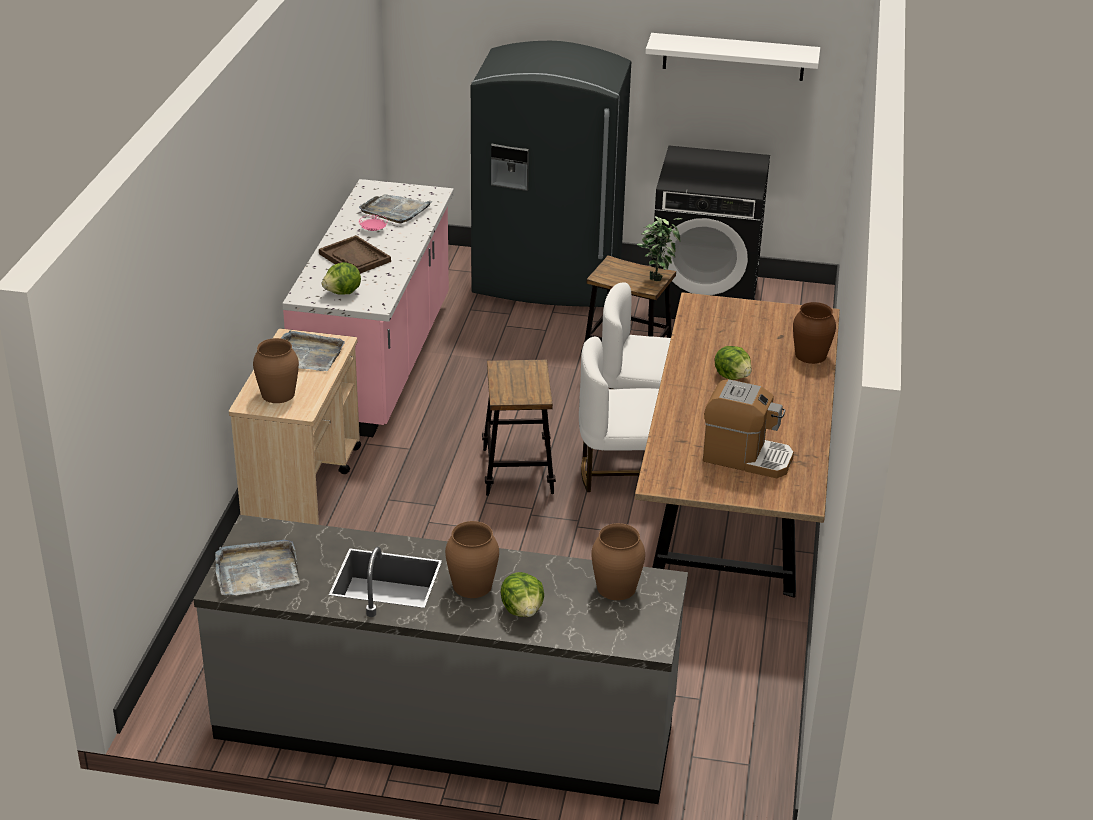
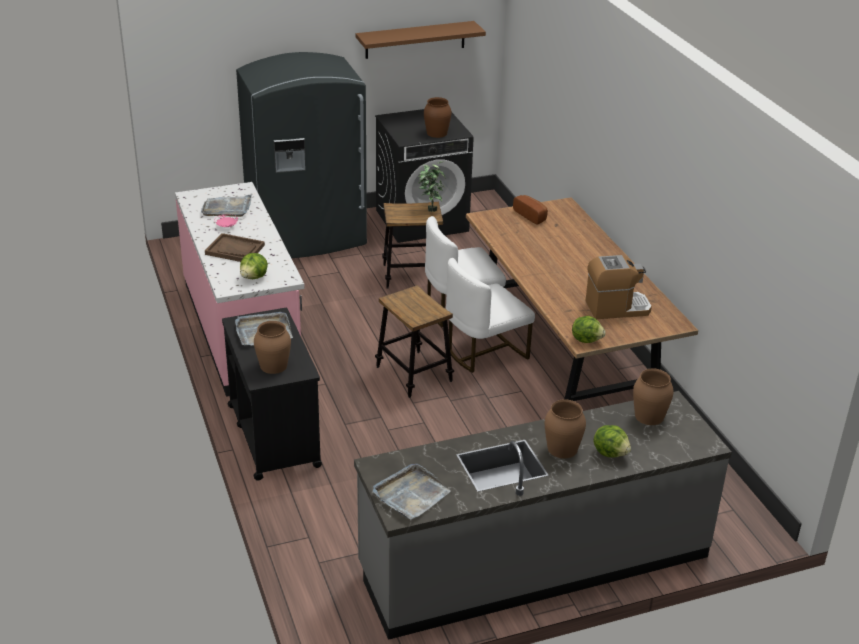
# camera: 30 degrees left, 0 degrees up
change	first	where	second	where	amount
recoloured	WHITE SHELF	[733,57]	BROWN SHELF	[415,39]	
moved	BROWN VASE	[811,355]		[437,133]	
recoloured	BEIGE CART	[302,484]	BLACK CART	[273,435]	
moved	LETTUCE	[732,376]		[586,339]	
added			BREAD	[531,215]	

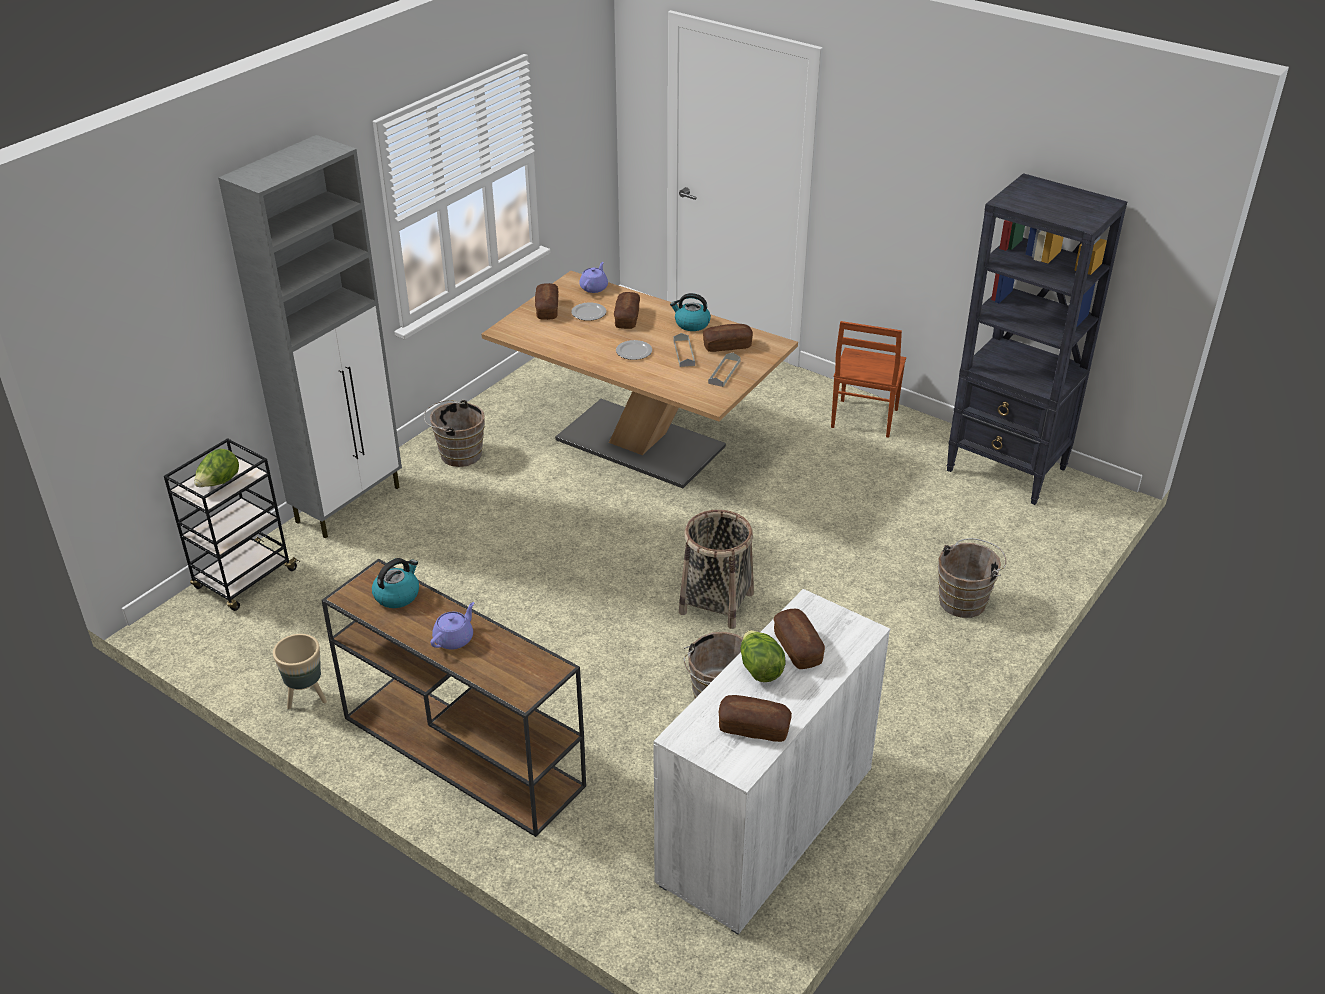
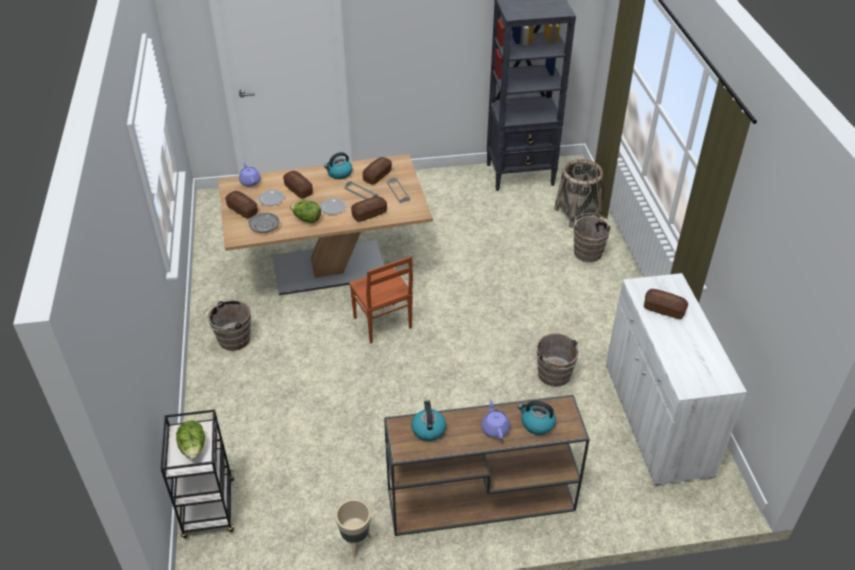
# camera: 45 degrees left, 5 degrees up
change	first	where	second	where	amount
removed	GREY CABINET	[349,504]			
moved	BROWN CHAIR	[863,419]		[382,324]	
moved	BASKET	[716,603]		[576,214]	
moved	LETTUCE	[760,669]		[306,219]	
moved	BREAD	[754,728]		[369,214]	
added			GREY PLATE	[264,226]	
added			KETTLE	[537,423]	

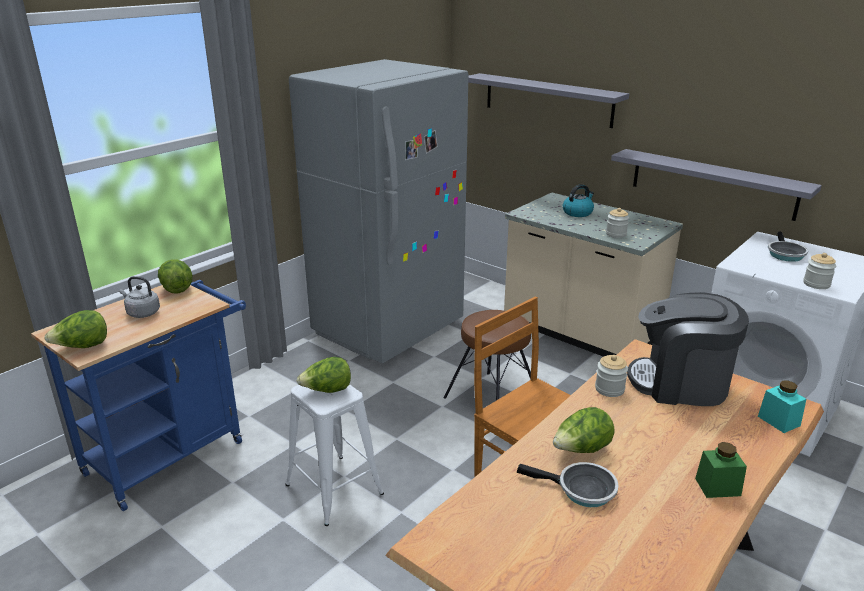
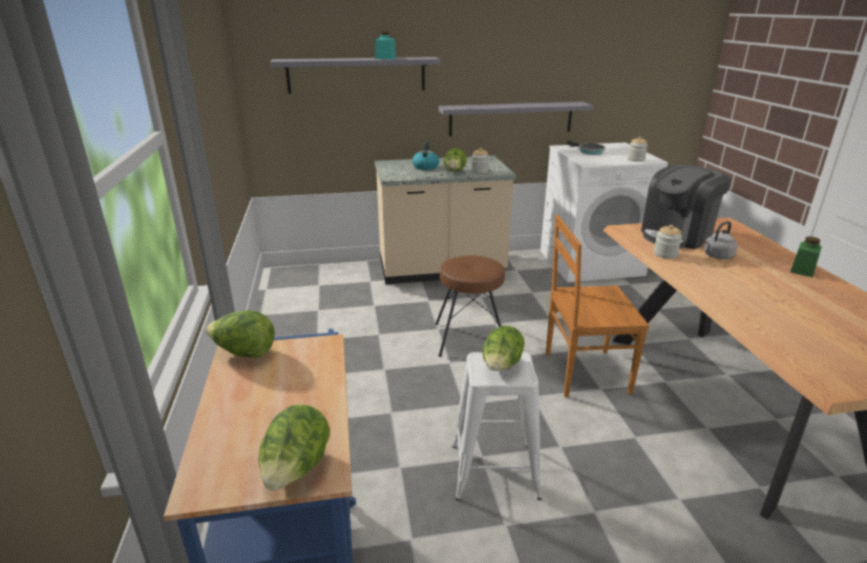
# camera: 50 degrees left, 0 degrees up
change	first	where	second	where	amount
removed	GREY FRIDGE	[388,328]			
moved	GREY KETTLE	[142,313]		[717,256]	
moved	TURQUOISE JAR	[778,421]		[385,58]	
moved	LETTUCE	[581,450]		[454,172]	
removed	FRYING PAN	[581,490]			

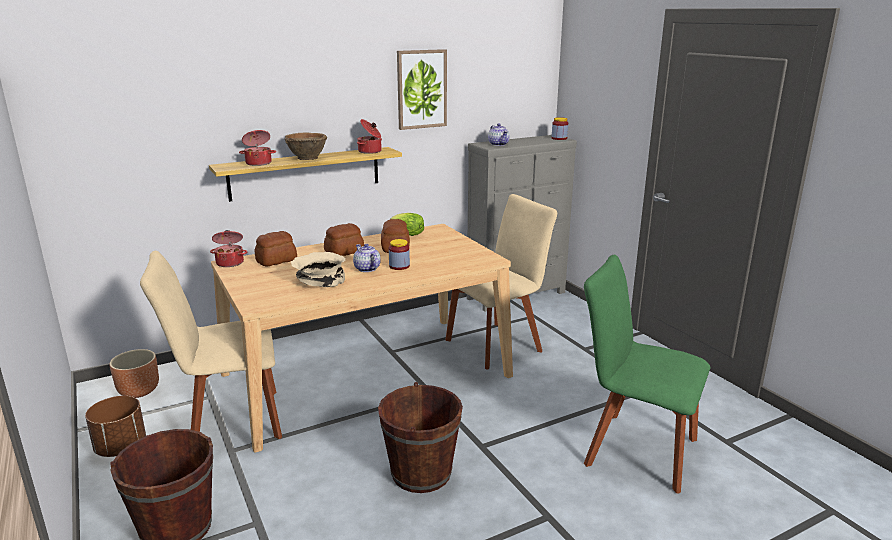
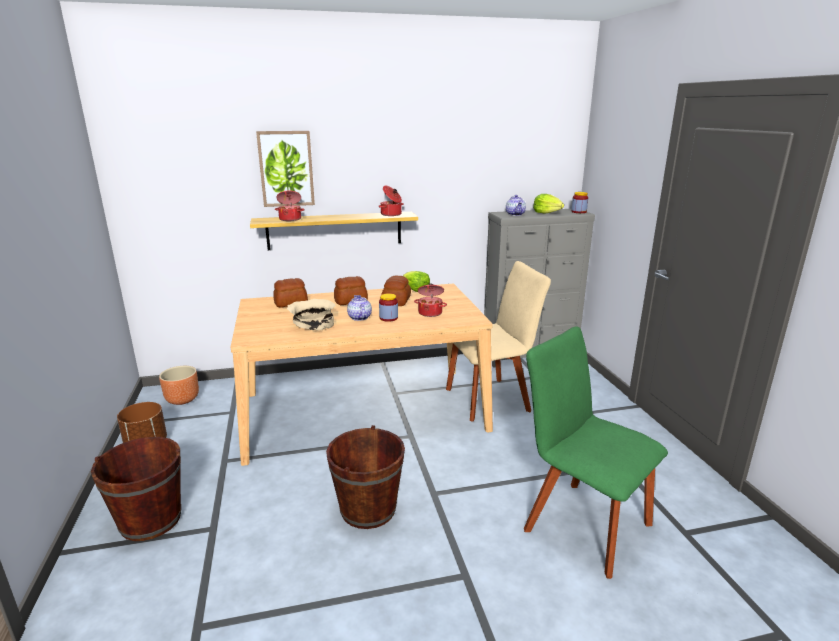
# camera: 15 degrees right, 0 degrees up
change	first	where	second	where	amount
moved	PICTURE	[421,89]		[286,169]	
removed	BROWN BOWL	[307,158]			
moved	COOKING POT	[230,262]		[430,313]	
removed	BEIGE CHAIR	[229,422]			
added			LETTUCE	[547,213]	

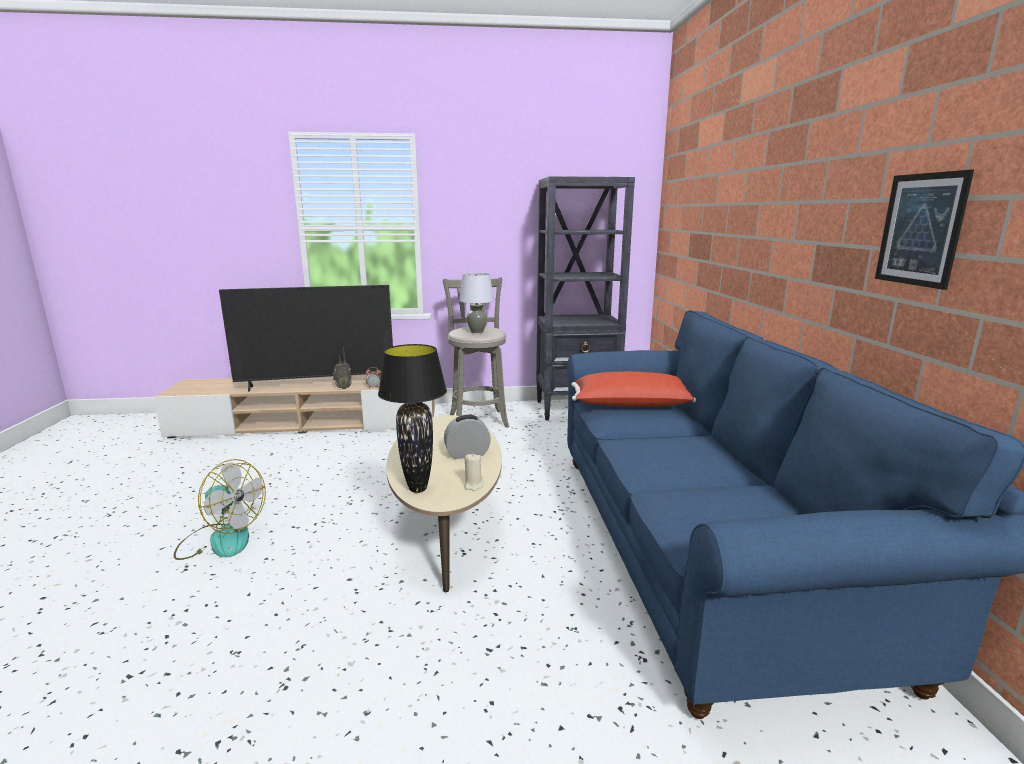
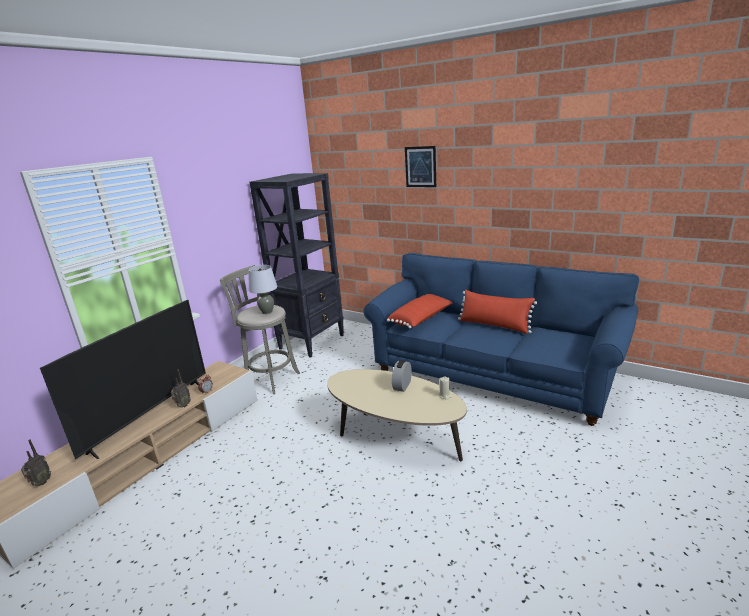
# camera: 50 degrees left, 5 degrees up
change	first	where	second	where	amount
moved	PICTURE	[920,229]		[420,167]	
removed	BLACK TABLE LAMP	[417,489]			
removed	FAN	[221,539]			
added			RED PILLOW	[494,325]	
added			RADIO	[40,483]	

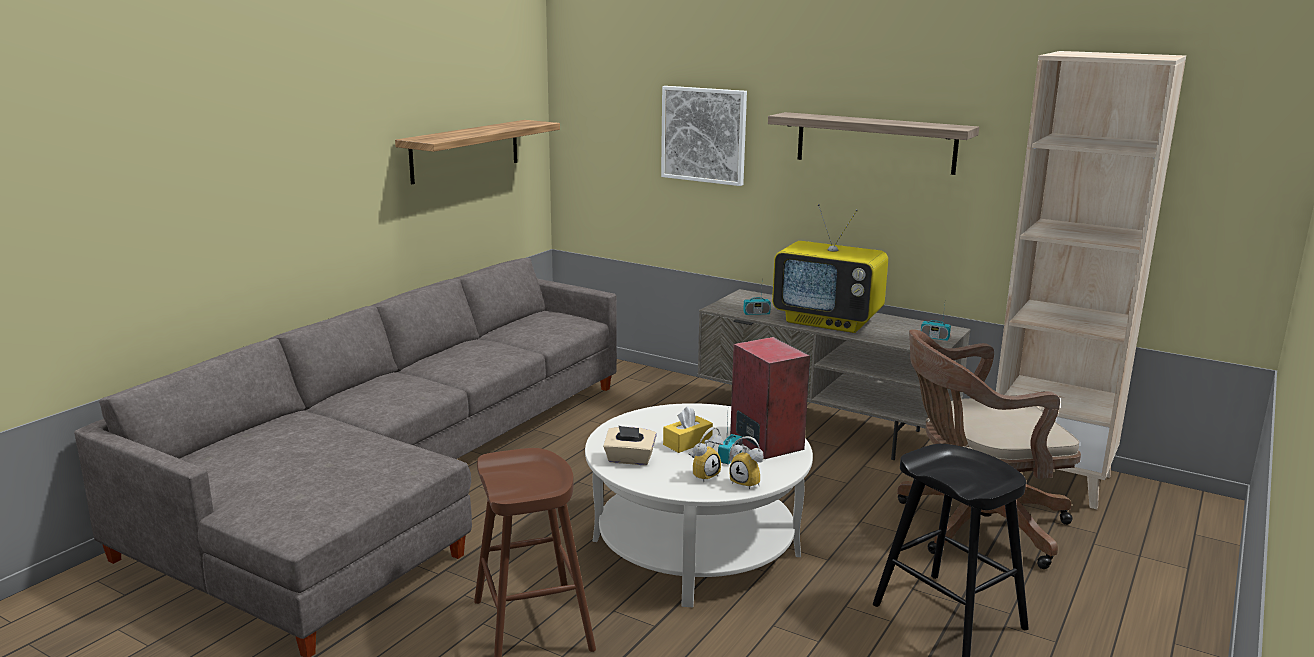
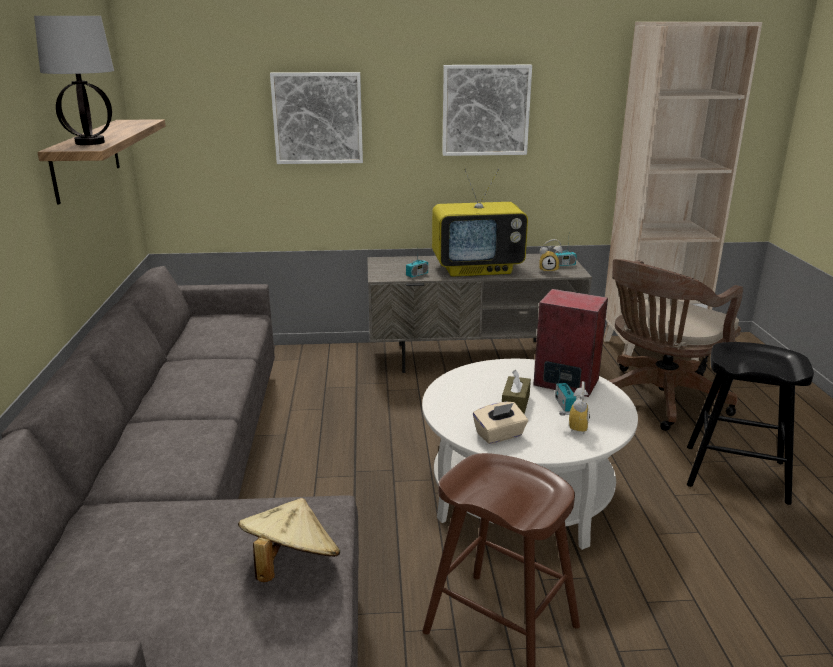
# camera: 35 degrees left, 5 degrees up
change	first	where	second	where	amount
replaced	SHELF	[875,143]	PICTURE	[485,110]	
recoloured	YELLOW TISSUE BOX	[687,443]	BROWN TISSUE BOX	[515,403]	
moved	ALARM CLOCK	[748,483]		[549,270]	
added			TABLE LAMP	[91,143]	
added			BEIGE HAT	[291,564]	

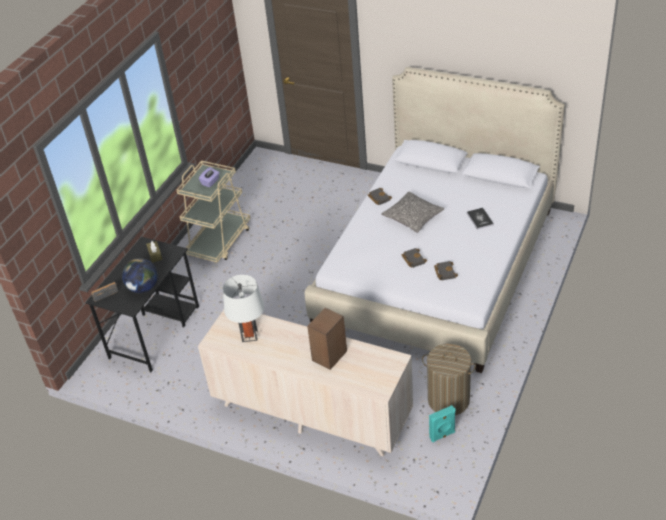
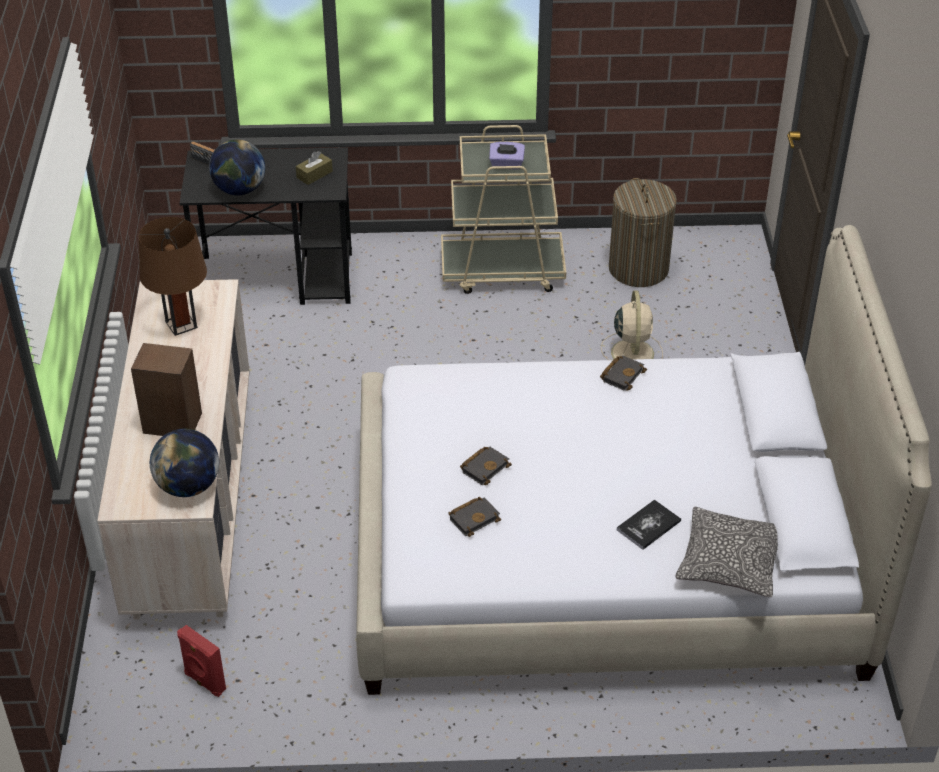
# camera: 60 degrees right, 0 degrees up
change	first	where	second	where	amount
moved	PILLOW	[413,217]		[729,562]	
recoloured	WHITE TABLE LAMP	[249,335]	BROWN TABLE LAMP	[181,324]	
moved	LAUNDRY BASKET	[448,400]		[638,269]	
recoloured	TURQUOISE SPEAKER	[442,435]	RED SPEAKER	[204,682]	
added			BEIGE FAN	[632,352]	
added			GLOBE	[188,486]	

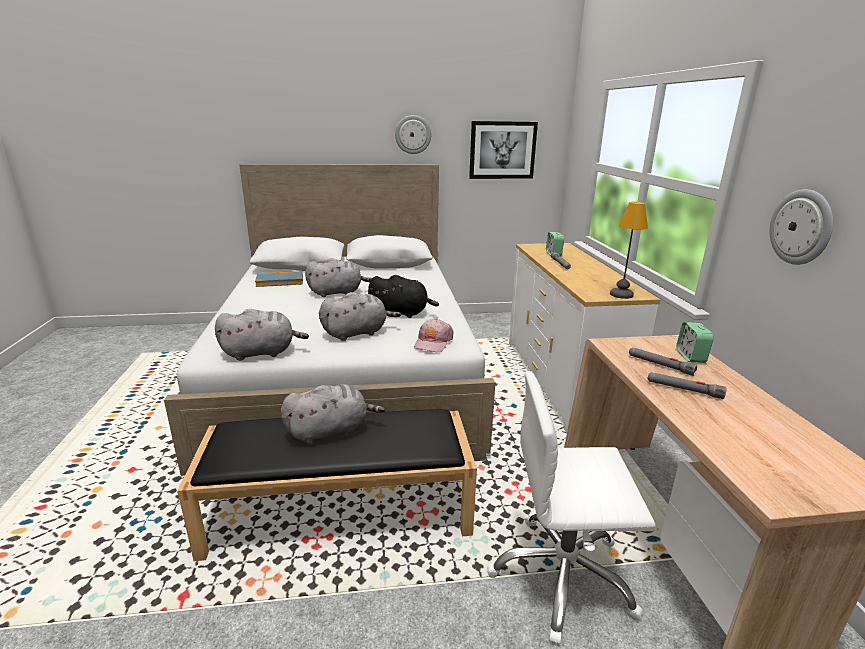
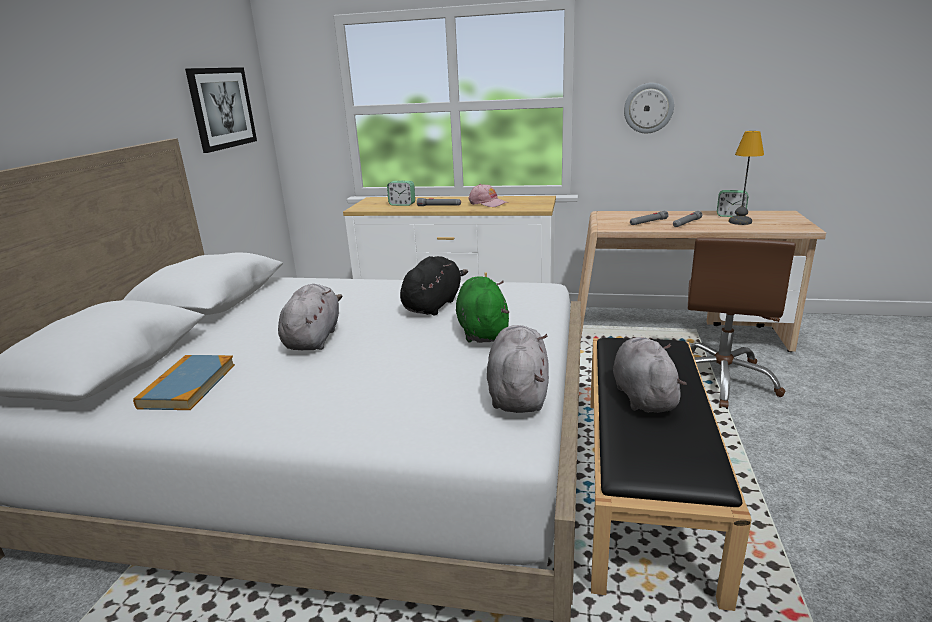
# camera: 70 degrees left, 0 degrees up
change	first	where	second	where	amount
removed	WALL CLOCK	[413,134]			
moved	TABLE LAMP	[620,294]		[739,222]	
recoloured	GREY PLUSH TOY	[357,333]	GREEN PLUSH TOY	[482,331]	
moved	PINK CAP	[433,342]		[487,203]	
moved	ALARM CLOCK	[690,357]		[730,215]	
recoloured	WHITE OFFICE CHAIR	[562,576]	BROWN OFFICE CHAIR	[721,380]	

